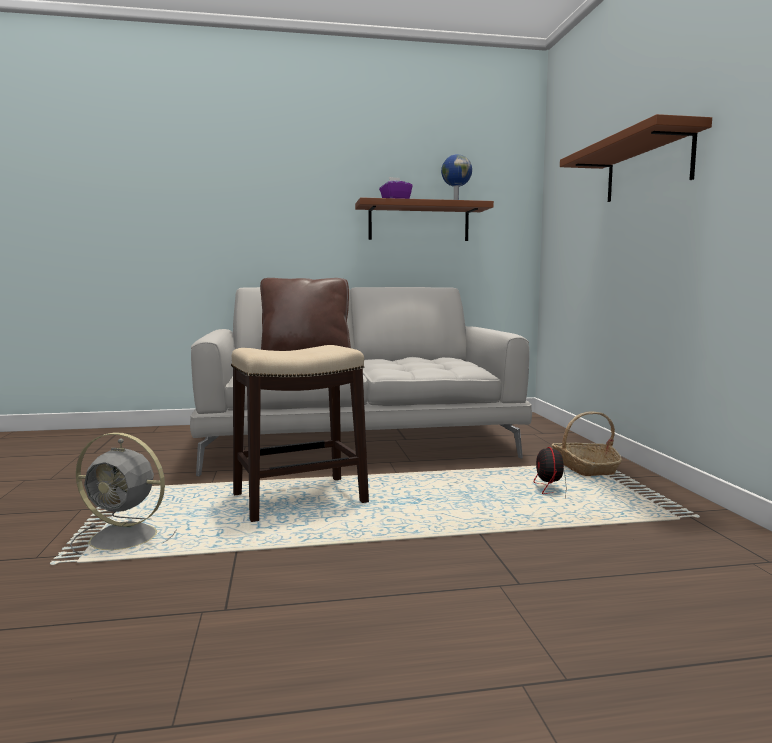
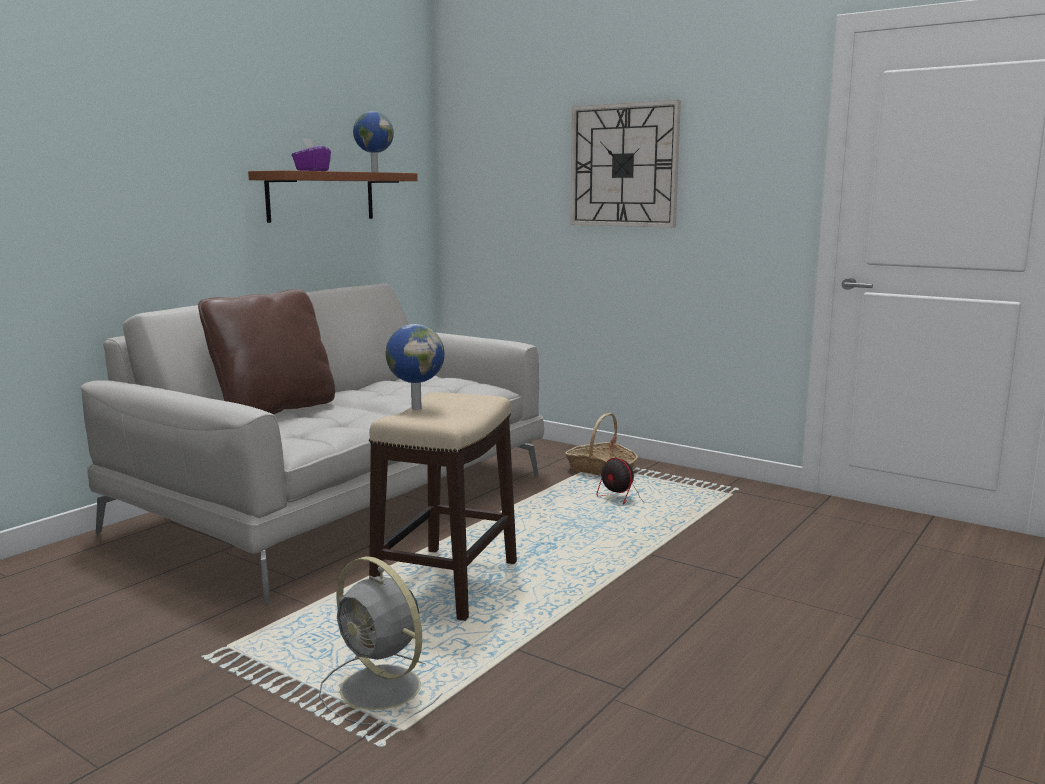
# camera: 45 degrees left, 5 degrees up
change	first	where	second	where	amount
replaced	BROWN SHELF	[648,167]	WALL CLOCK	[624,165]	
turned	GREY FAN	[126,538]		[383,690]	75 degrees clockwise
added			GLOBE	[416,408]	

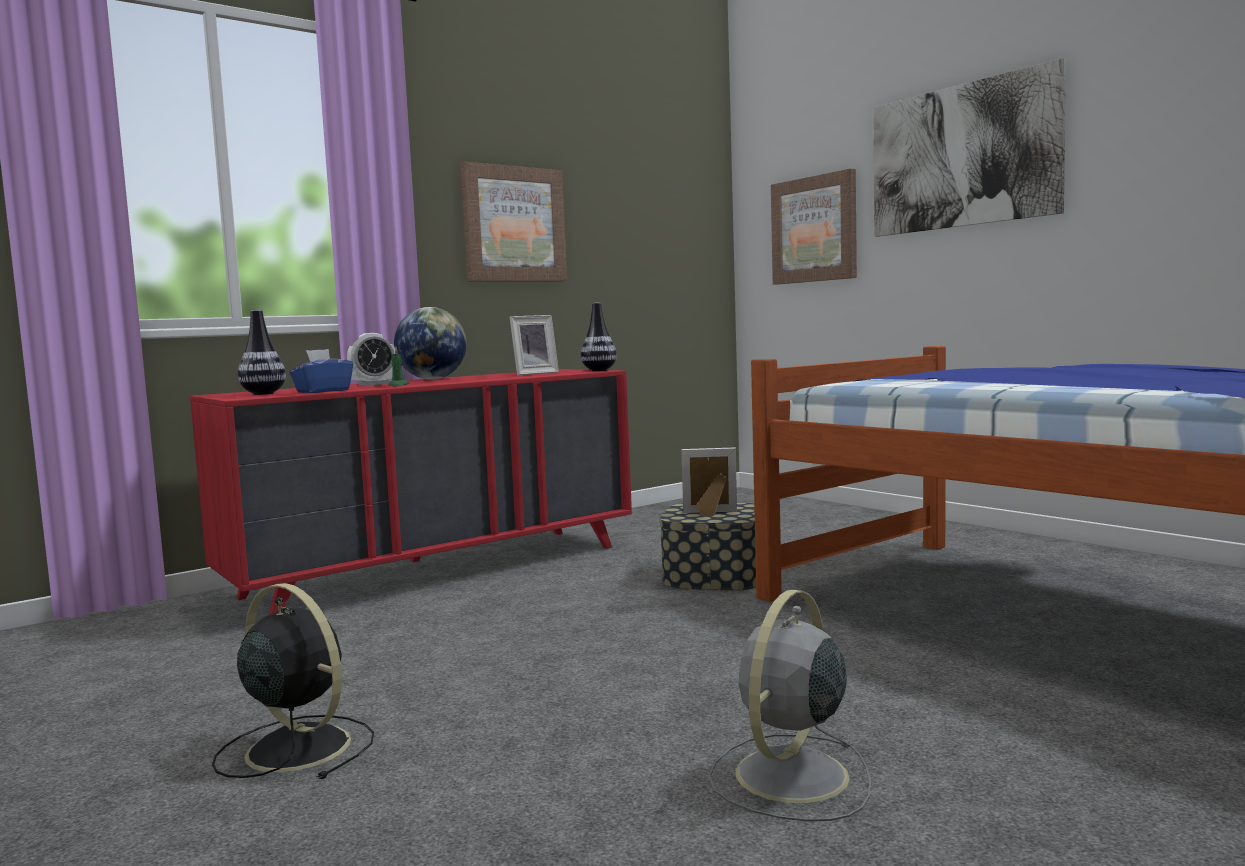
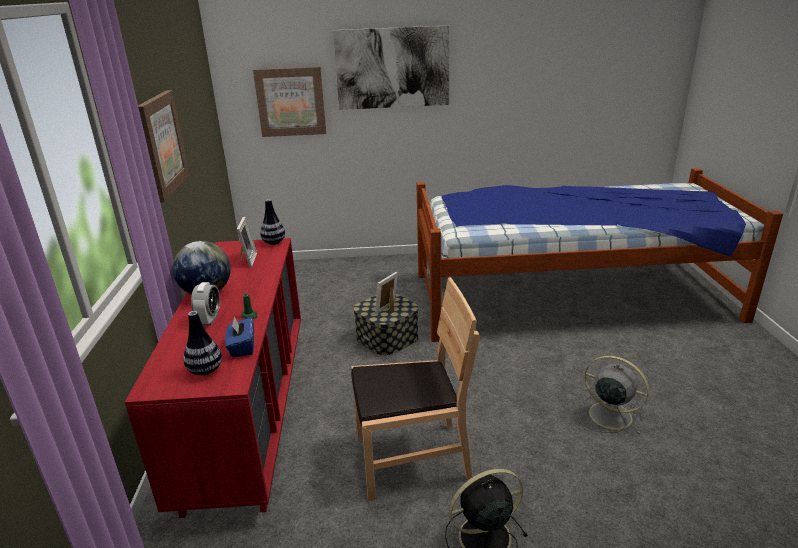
# camera: 55 degrees left, 20 degrees up
change	first	where	second	where	amount
turned	GREY FAN	[789,777]		[608,415]	150 degrees clockwise
added			BROWN CHAIR	[411,458]	

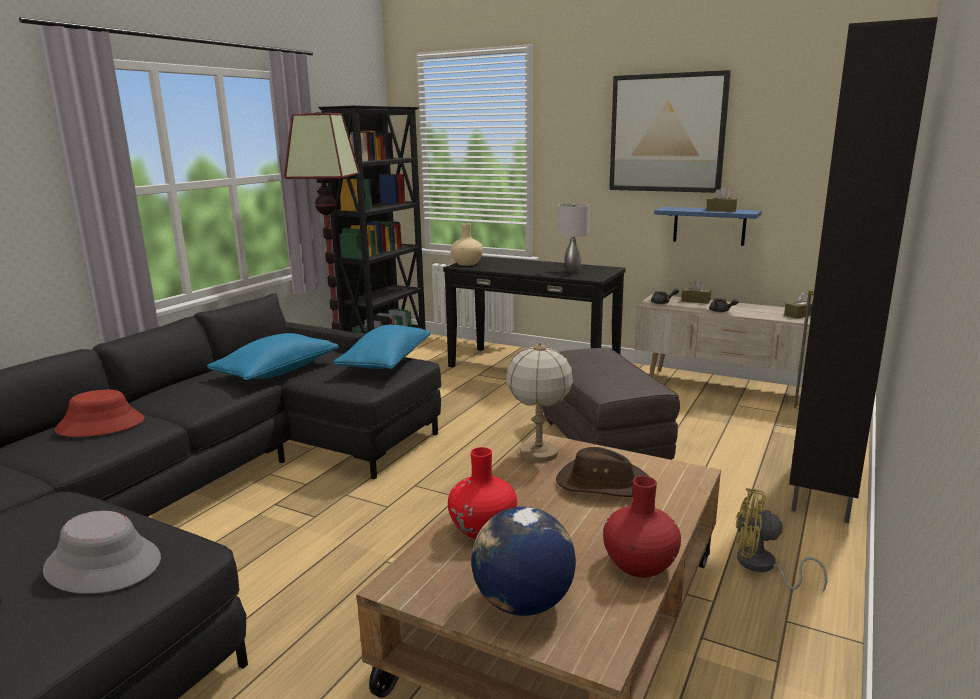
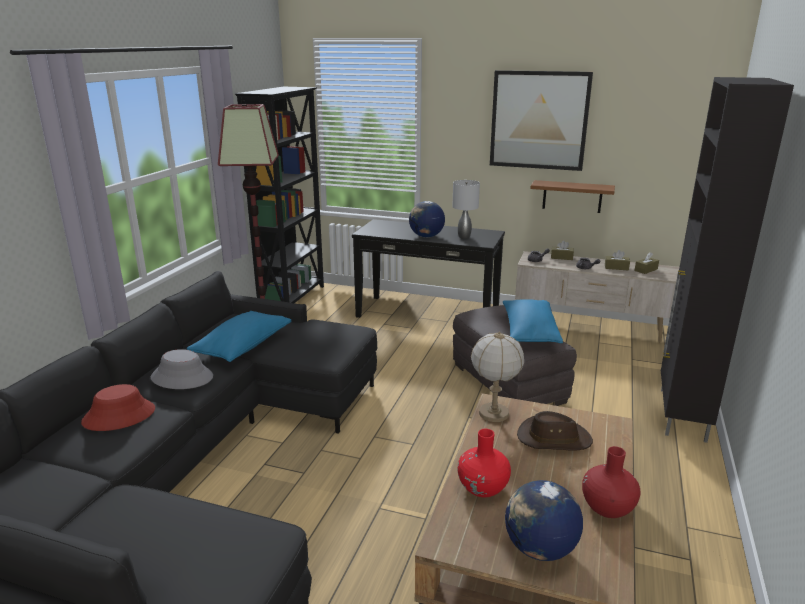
# camera: 10 degrees left, 5 degrees up
change	first	where	second	where	amount
moved	BROWN TISSUE BOX	[721,210]		[616,267]	
recoloured	BLUE SHELF	[709,226]	BROWN SHELF	[572,196]	
removed	BEIGE VASE	[467,264]			
moved	BLUE PILLOW	[386,363]		[529,333]	
removed	YELLOW FAN	[762,567]			
moved	GREY HAT	[104,564]		[182,377]	
added			GLOBE	[426,236]	

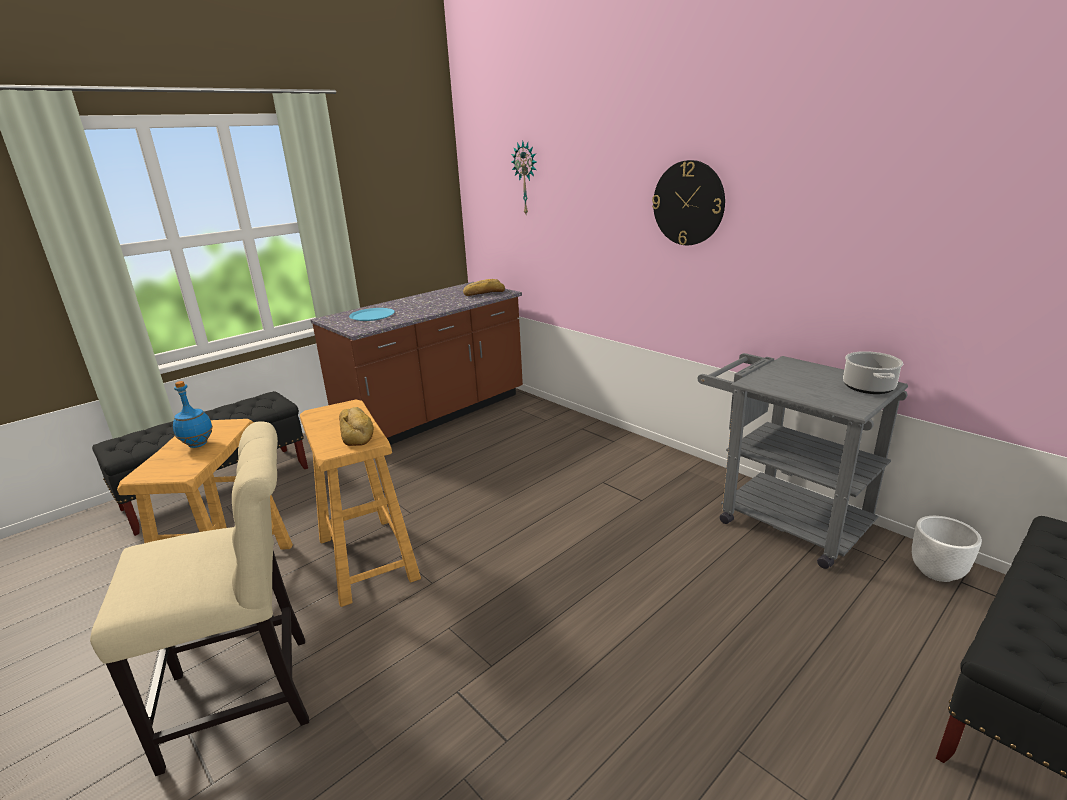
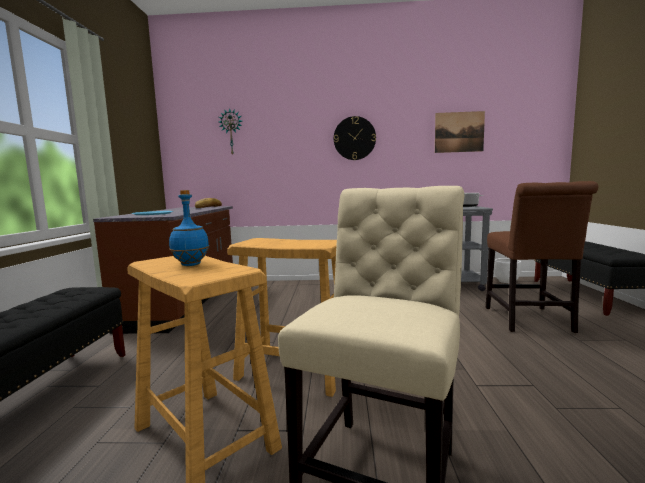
# camera: 45 degrees left, 15 degrees down
change	first	where	second	where	amount
removed	BREAD	[357,431]			
added			PICTURE	[459,132]	
added			BROWN CHAIR	[529,321]	

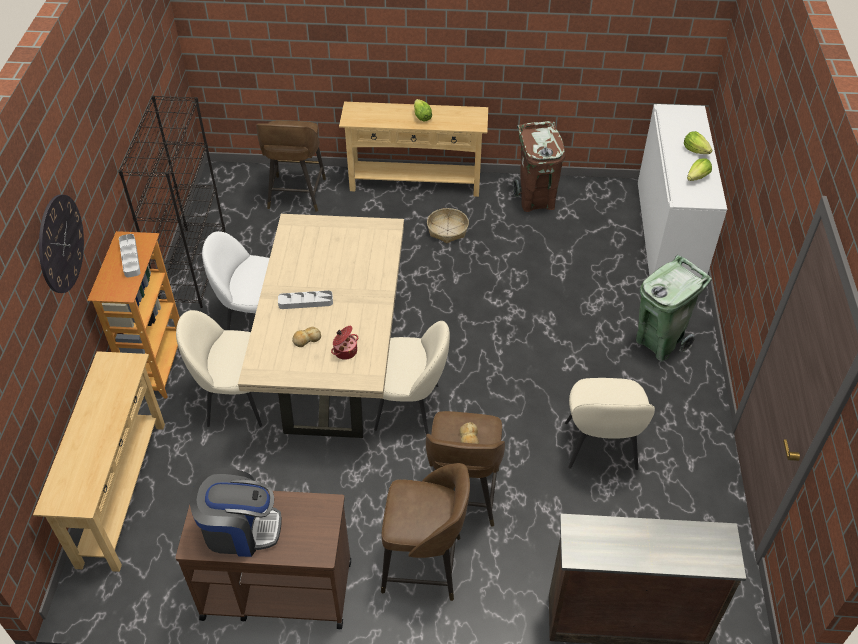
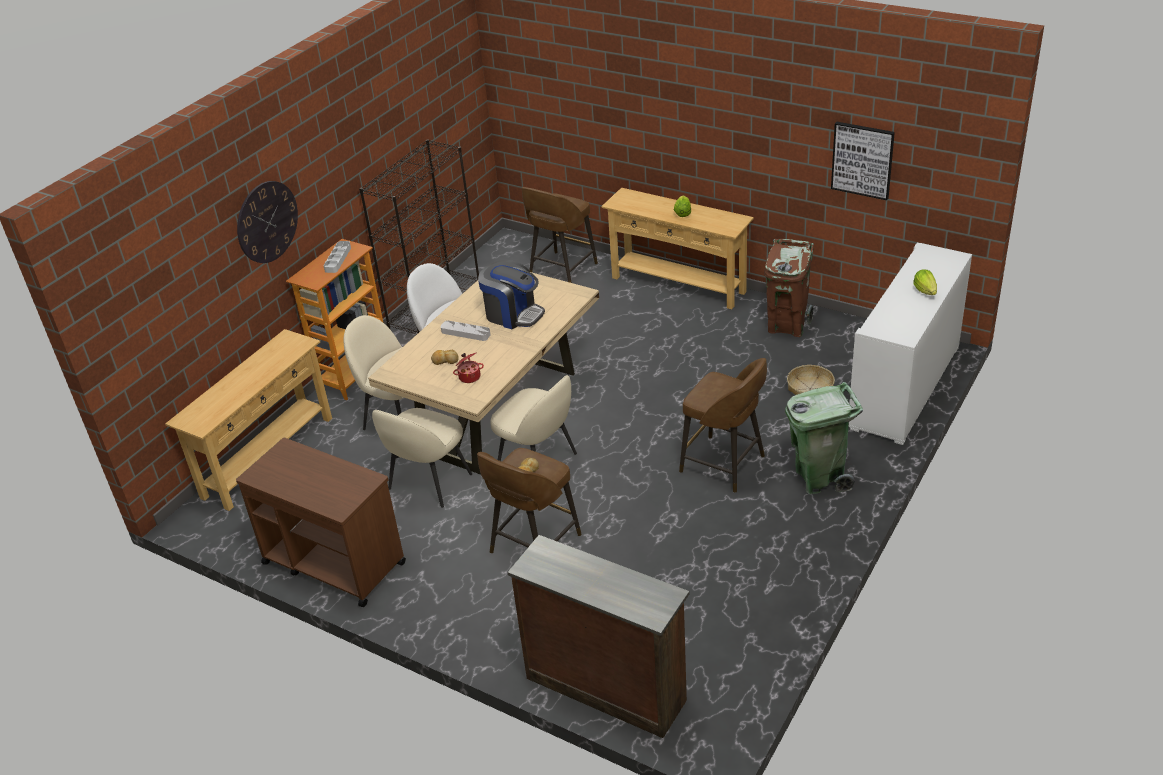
# camera: 30 degrees right, 10 degrees down
change	first	where	second	where	amount
removed	LETTUCE	[697,177]			
moved	BASKET	[447,230]		[810,388]	
moved	BEIGE CHAIR	[600,448]		[428,483]	
moved	BROWN STOOL	[424,565]		[724,465]	
moved	COFFEE MACHINE	[240,529]		[513,314]	
added			PICTURE	[862,160]	

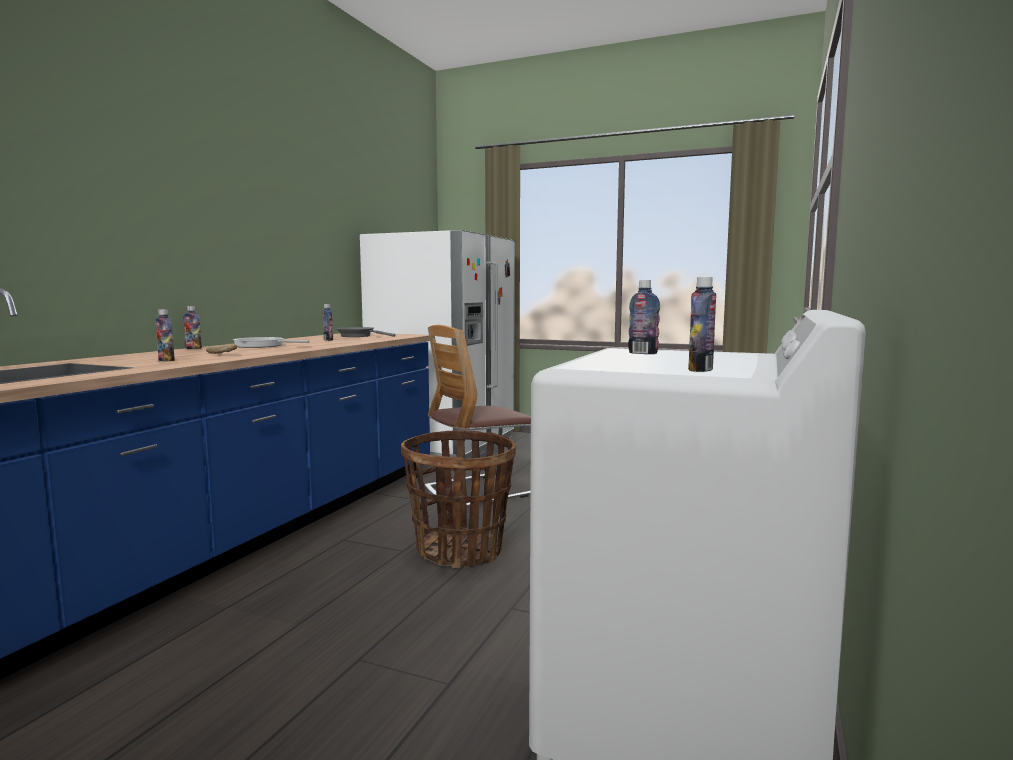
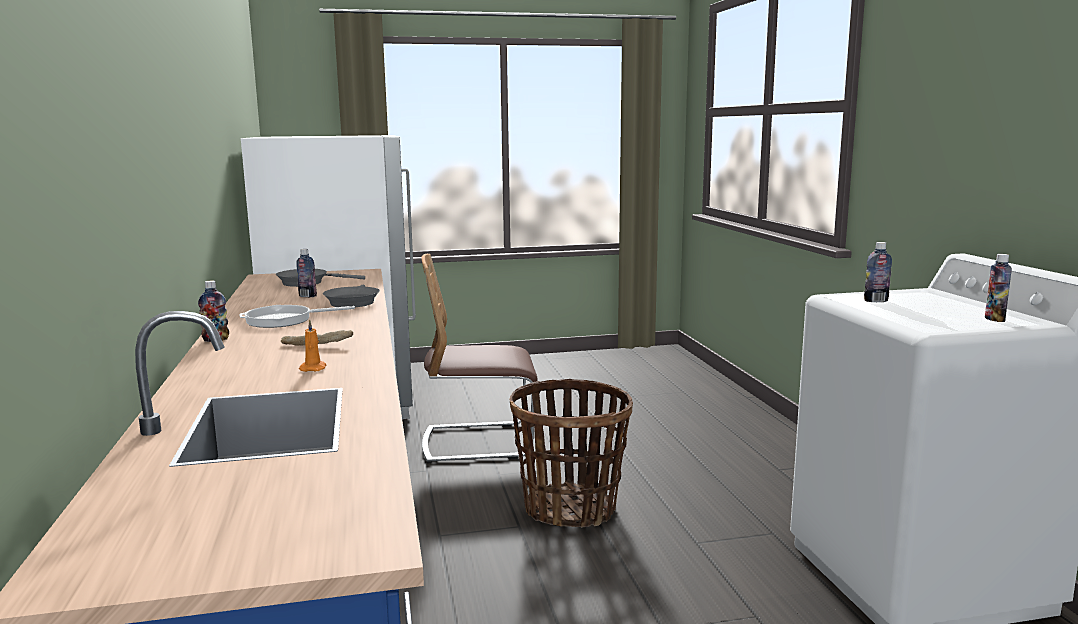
# camera: 35 degrees left, 5 degrees up
change	first	where	second	where	amount
replaced	BOTTLE	[166,360]	ORANGE CANDLE	[313,368]	
turned	CHAIR	[480,491]		[478,443]	60 degrees clockwise
added			GREY FRYING PAN	[352,302]	

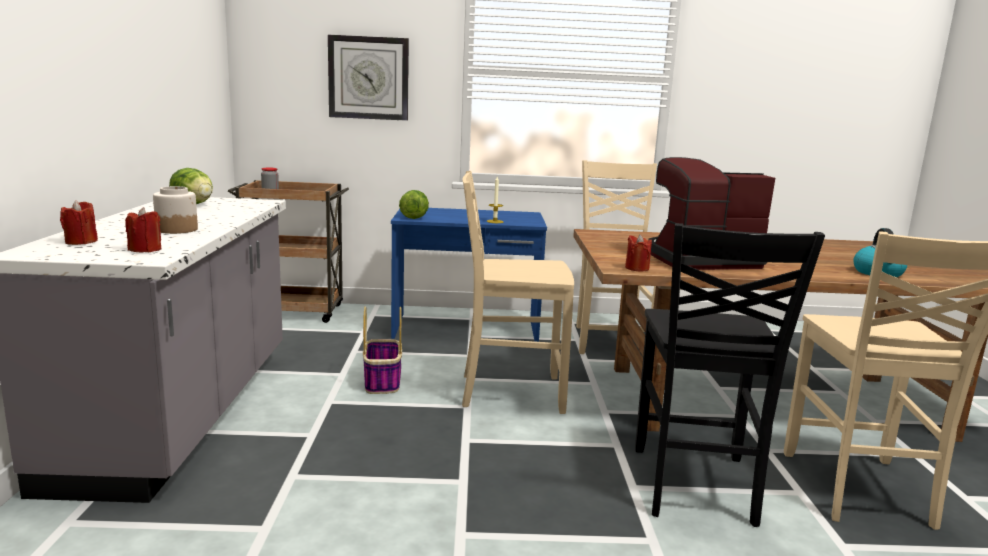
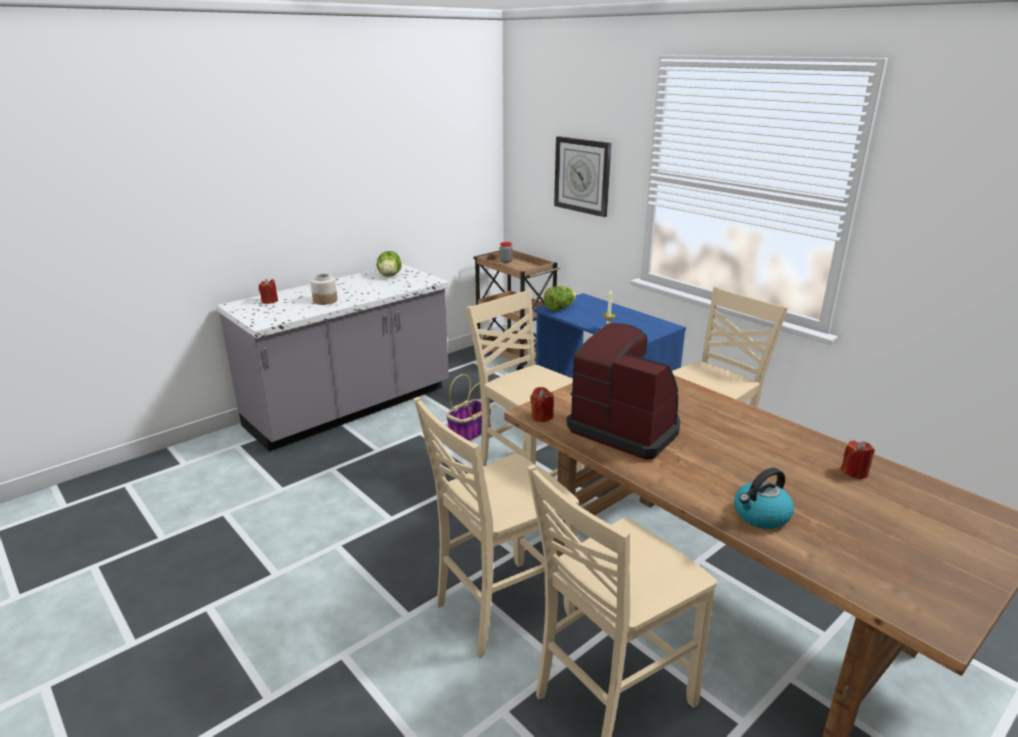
# camera: 50 degrees right, 10 degrees up
change	first	where	second	where	amount
moved	RED CANDLE	[145,250]		[854,472]	
recoloured	BLACK CHAIR	[694,486]	BEIGE CHAIR	[500,608]	

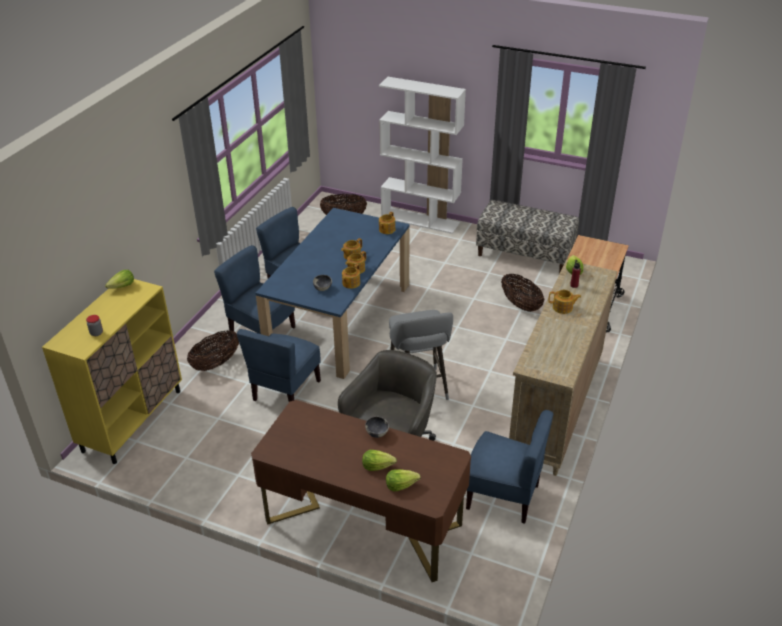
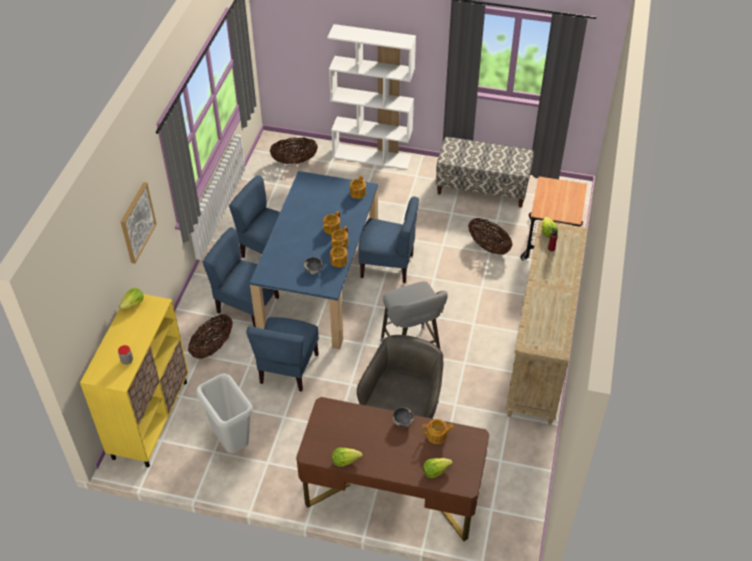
# camera: 10 degrees left, 10 degrees up
change	first	where	second	where	amount
moved	TEAPOT	[563,308]		[437,436]	
moved	BLUE CHAIR	[503,496]		[387,265]	
moved	LETTUCE	[377,466]		[345,460]	
added			PICTURE	[137,222]	
added			GREY TRASH CAN	[231,443]	

